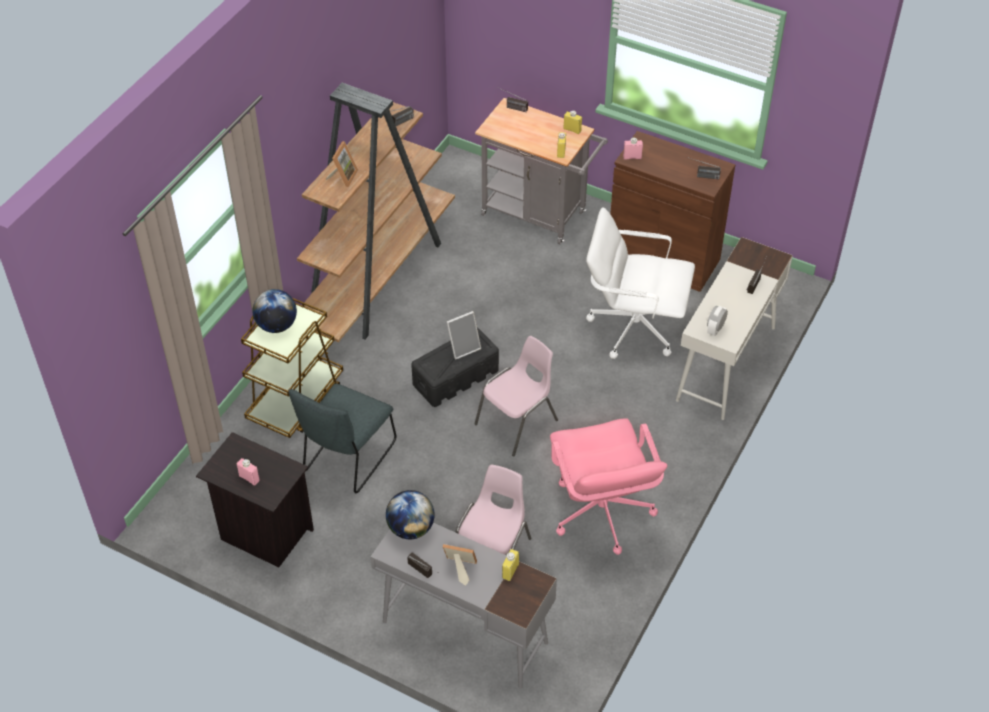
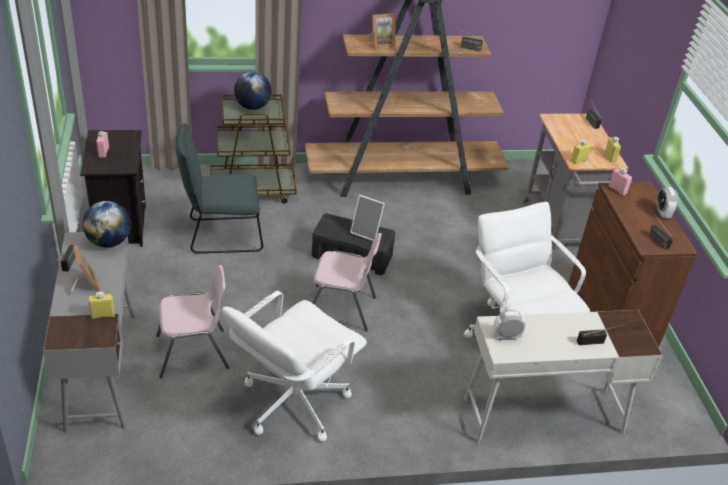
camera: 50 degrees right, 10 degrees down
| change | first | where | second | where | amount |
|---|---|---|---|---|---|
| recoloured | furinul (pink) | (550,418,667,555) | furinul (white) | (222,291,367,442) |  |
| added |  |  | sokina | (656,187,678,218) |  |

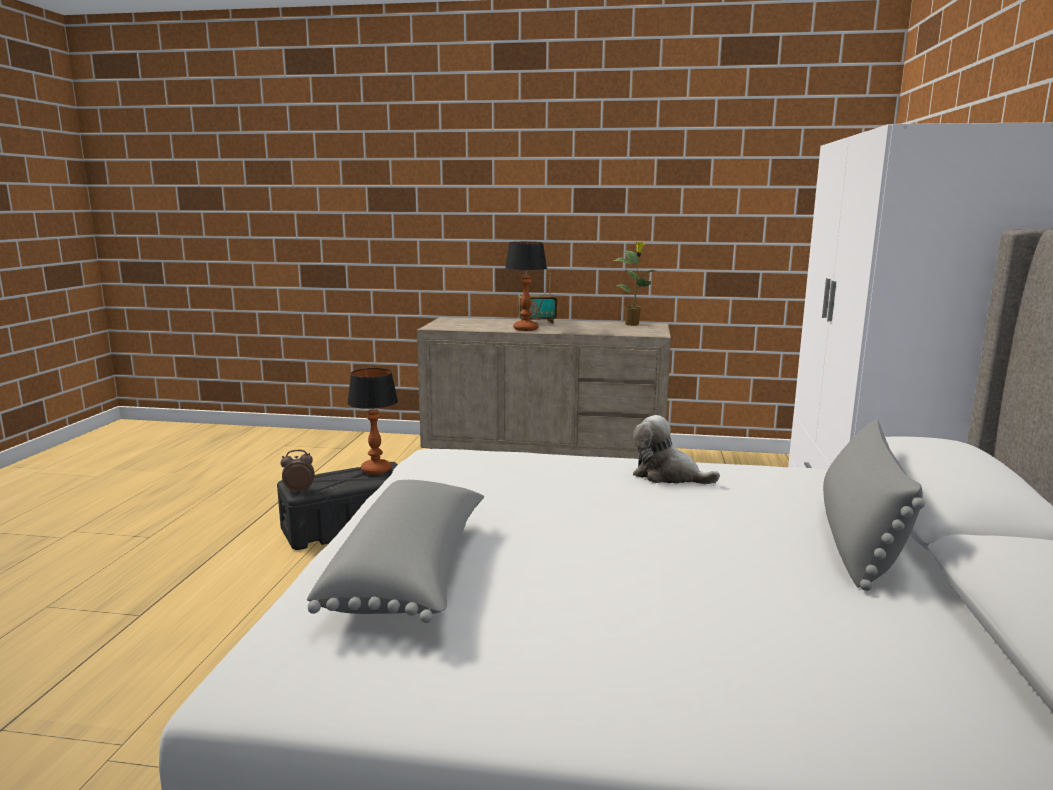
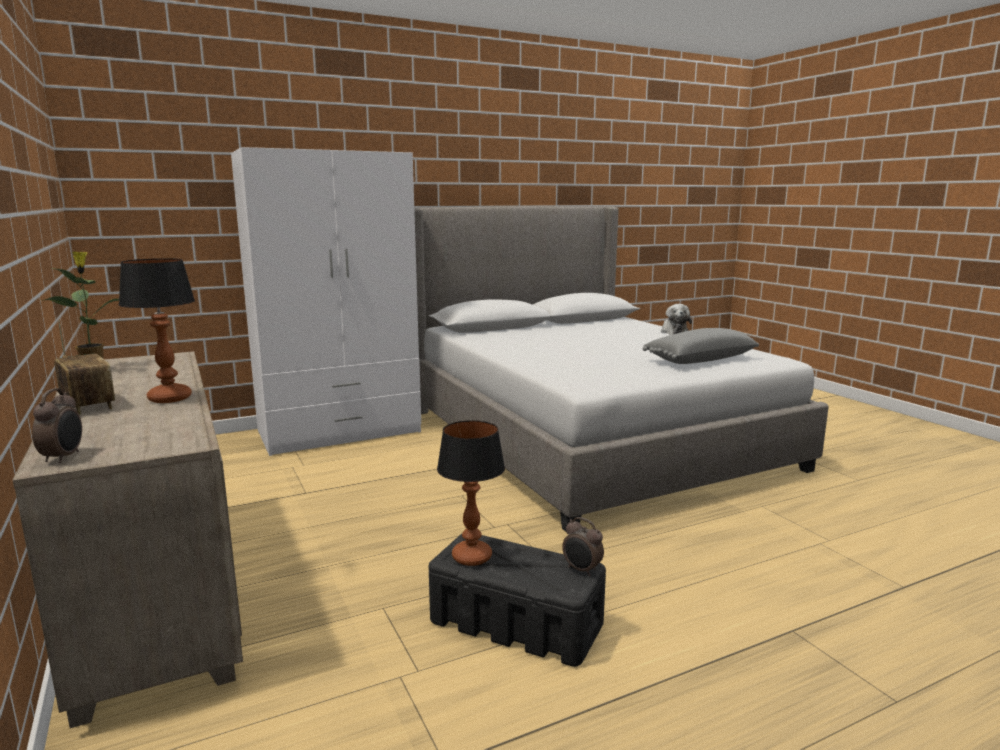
camera: 125 degrees left, 0 degrees up
| change | first | where | second | where | amount |
|---|---|---|---|---|---|
| moved | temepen | (633,415,720,484) |  | (661,304,692,335) |  |
| removed | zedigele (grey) | (823,419,925,591) |  |  |  |
| added |  |  | sokina | (32,388,82,463) |  |

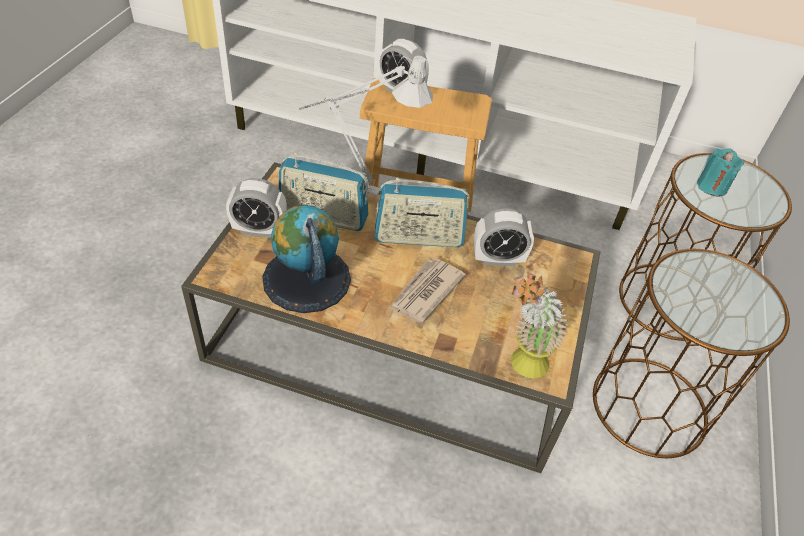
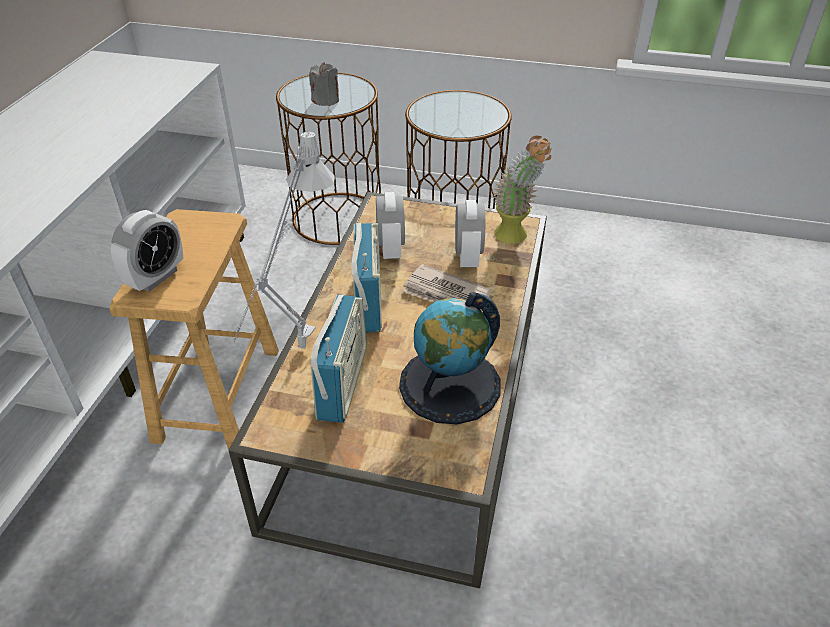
camera: 90 degrees left, 5 degrees down
| change | first | where | second | where | amount |
|---|---|---|---|---|---|
| recoloured | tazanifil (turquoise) | (697,148,744,197) | tazanifil (grey) | (309,62,339,106) |  |
| moved | sokina | (226,178,287,238) |  | (455,200,485,268) |  |

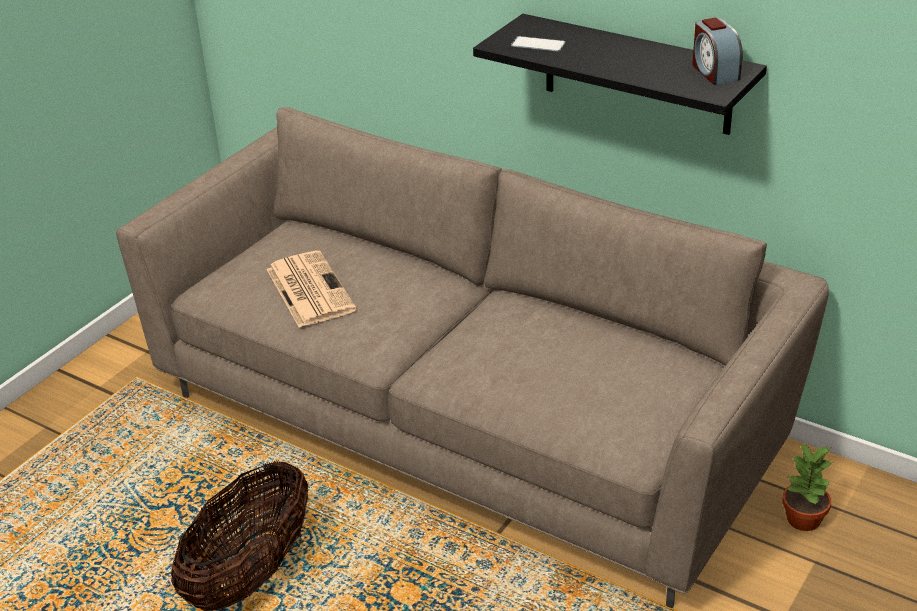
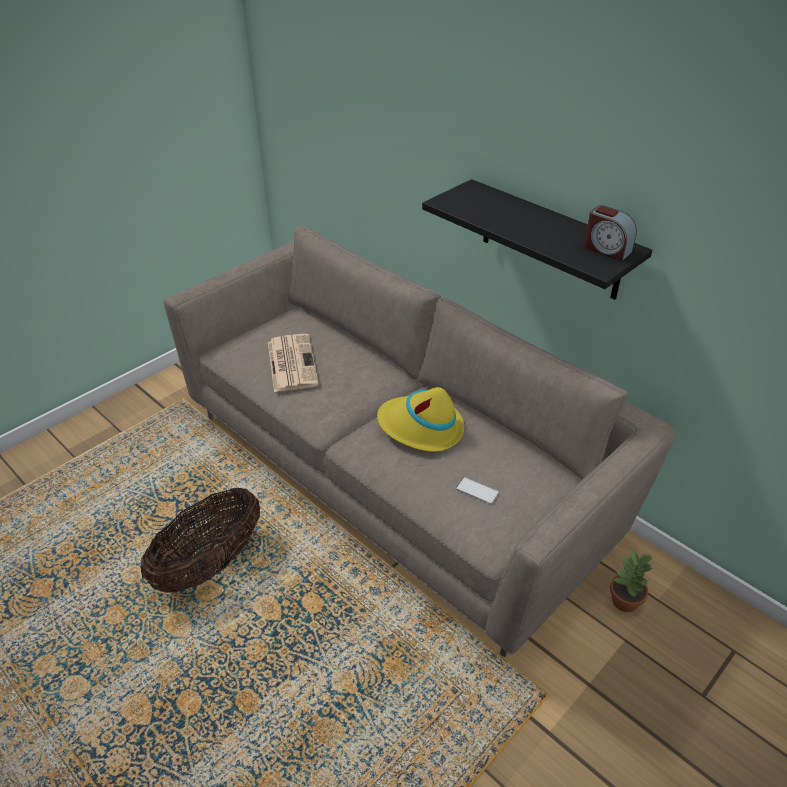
camera: 10 degrees right, 5 degrees up
| change | first | where | second | where | amount |
|---|---|---|---|---|---|
| turned | sokina | (692,18,743,85) |  | (584,205,637,261) | 45 degrees counterclockwise |
| moved | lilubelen | (511,36,565,51) |  | (456,477,499,504) |  |
| added |  |  | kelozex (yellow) | (377,387,464,452) |  |

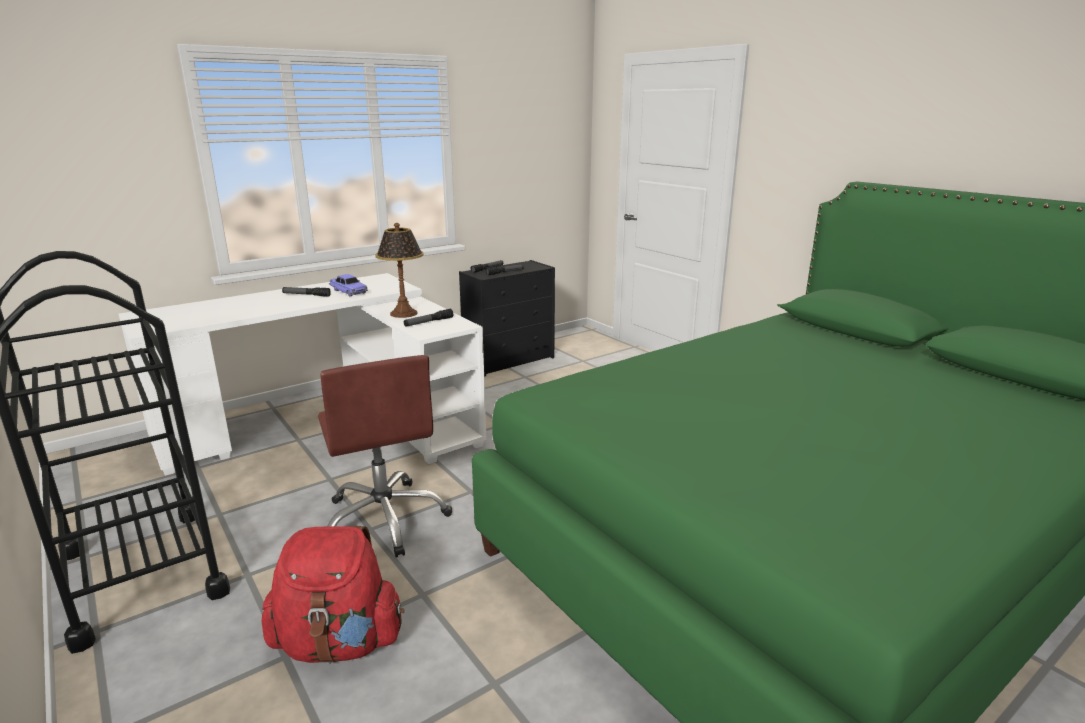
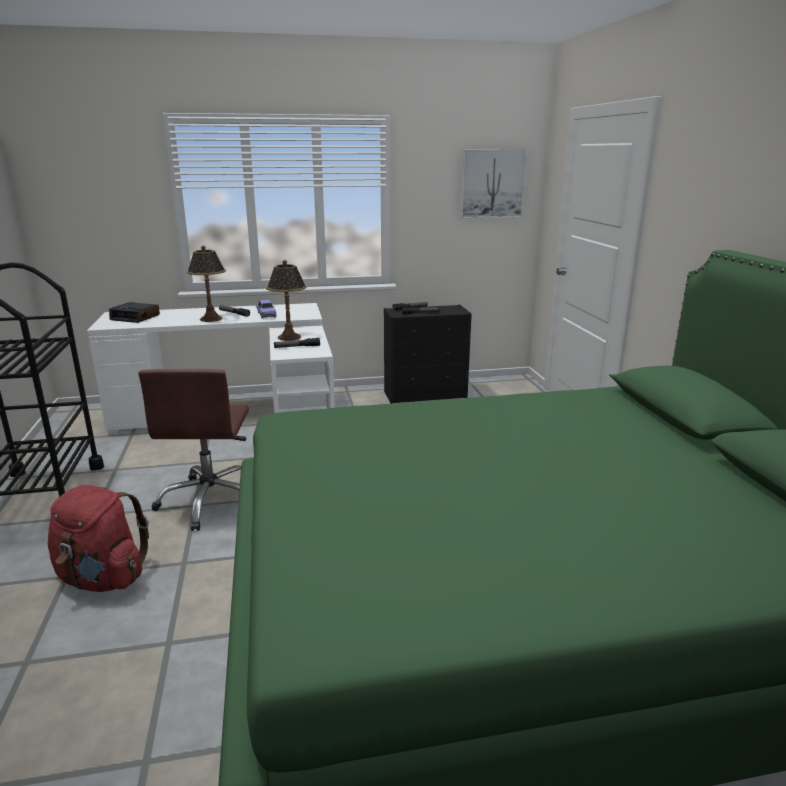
camera: 25 degrees right, 0 degrees up
| change | first | where | second | where | amount |
|---|---|---|---|---|---|
| added |  |  | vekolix | (460,149,528,219) |  |
| added |  |  | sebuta | (187,246,226,322) |  |
| added |  |  | sokina | (109,302,160,323) |  |

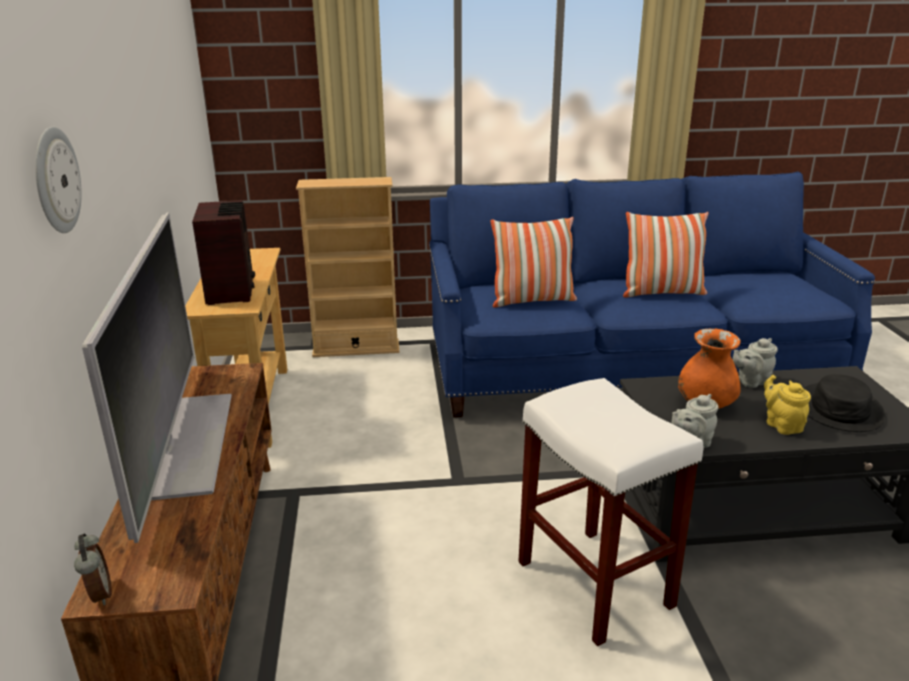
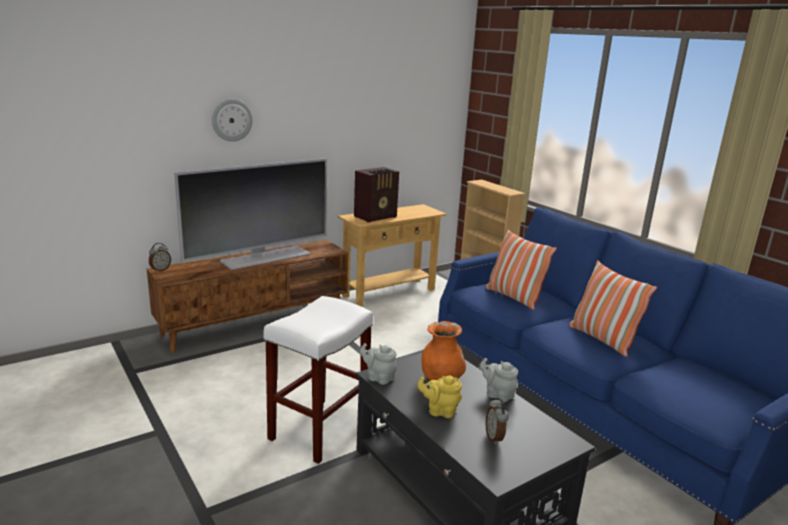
camera: 60 degrees right, 5 degrees down
| change | first | where | second | where | amount |
|---|---|---|---|---|---|
| replaced | kelozex (black) | (804,374,885,432) | sokina | (485,398,509,445) |  |
| turned | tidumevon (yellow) | (764,375,811,435) |  | (417,376,462,418) | 120 degrees counterclockwise |

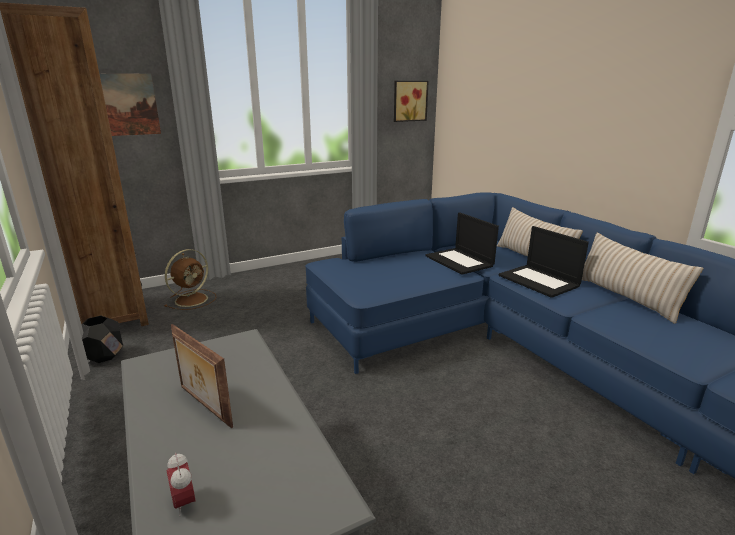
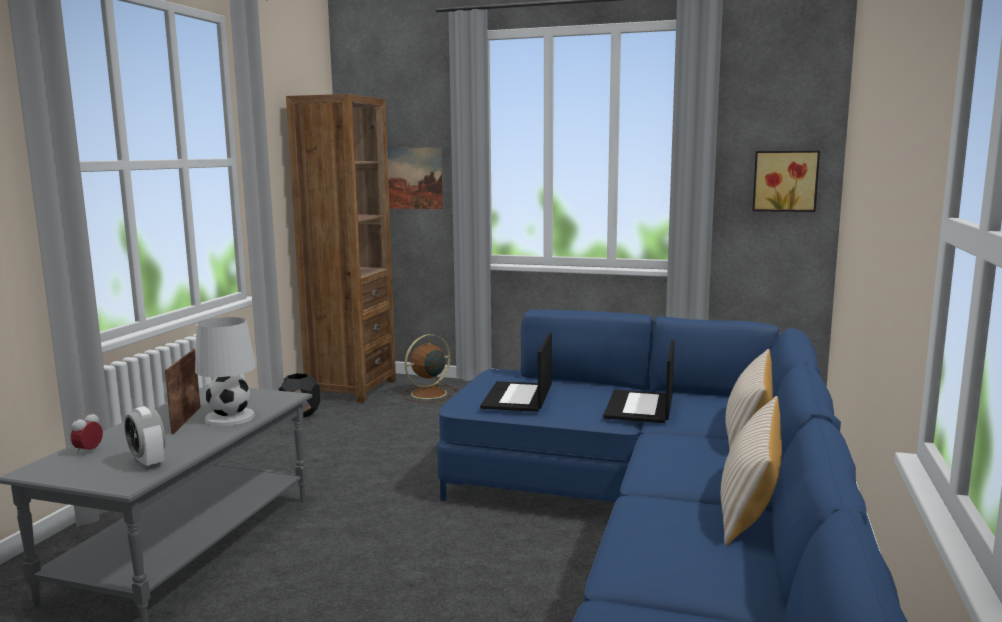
camera: 45 degrees right, 10 degrees down
| change | first | where | second | where | amount |
|---|---|---|---|---|---|
| moved | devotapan | (499,226,589,298) |  | (480,332,552,412) |  |
| turned | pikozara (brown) | (164,249,217,310) |  | (401,334,457,403) | 150 degrees clockwise |
| added |  |  | sebuta (white) | (195,317,256,426) |  |
| added |  |  | sokina | (124,406,166,470) |  |

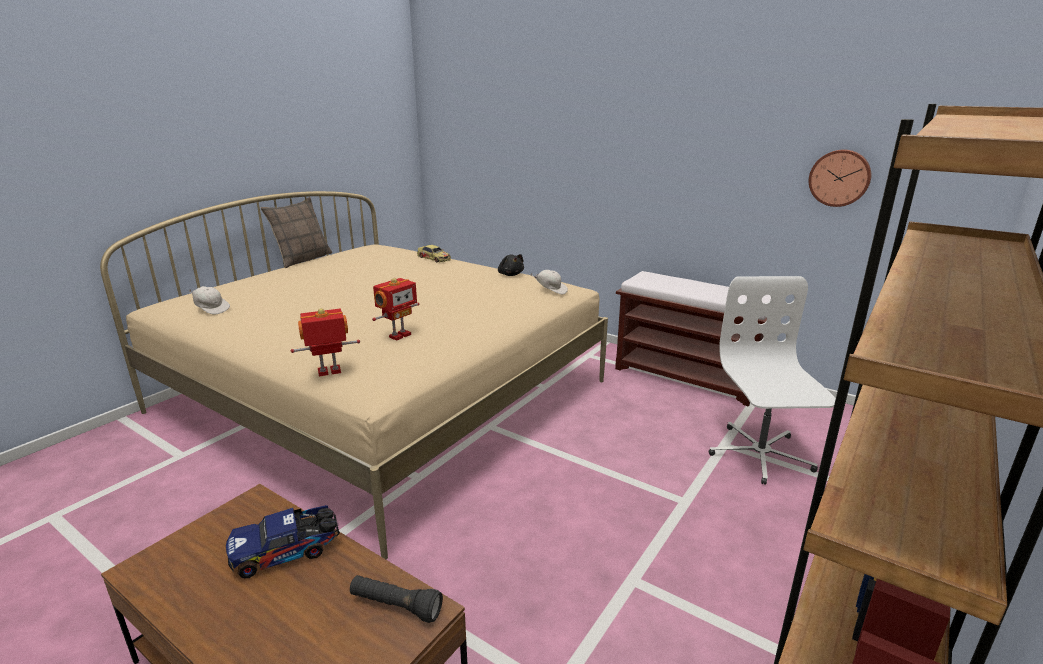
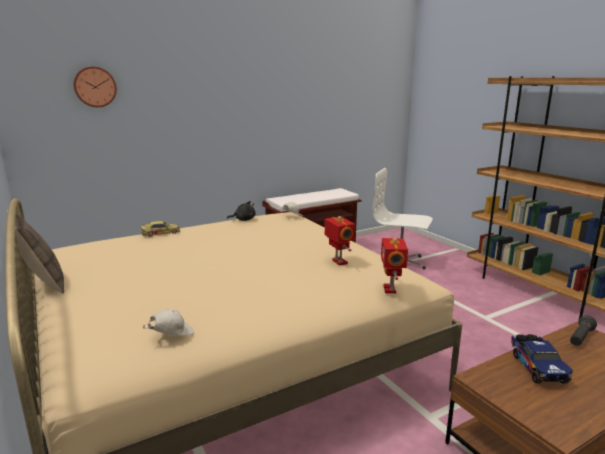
camera: 65 degrees left, 5 degrees down
| change | first | where | second | where | amount |
|---|---|---|---|---|---|
| moved | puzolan | (809,150,871,207) |  | (73,66,117,107) |  |

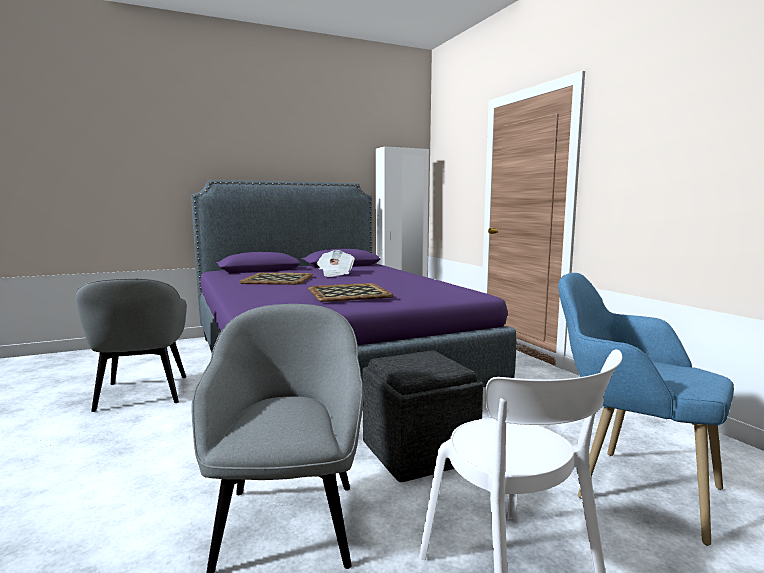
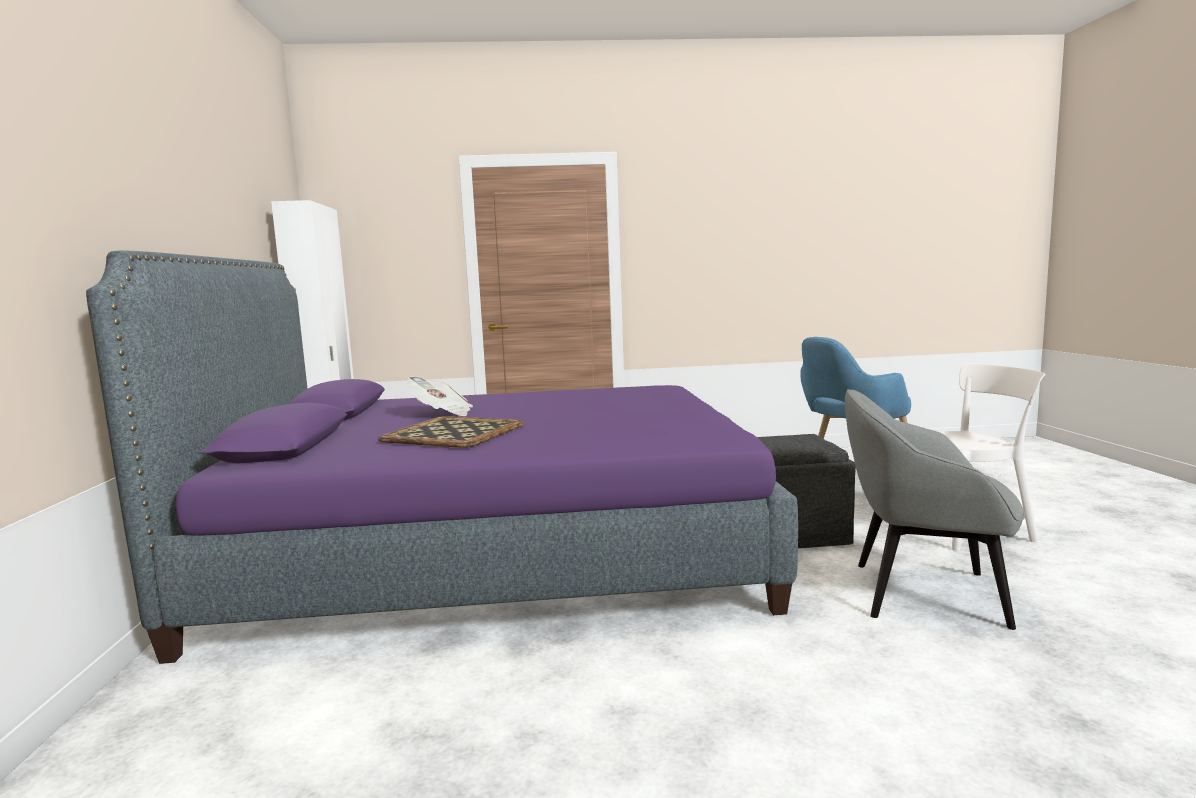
camera: 70 degrees left, 0 degrees up
| change | first | where | second | where | amount |
|---|---|---|---|---|---|
| removed | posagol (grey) | (76,278,187,412) |  |  |  |
| removed | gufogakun | (308,283,394,302) |  |  |  |

